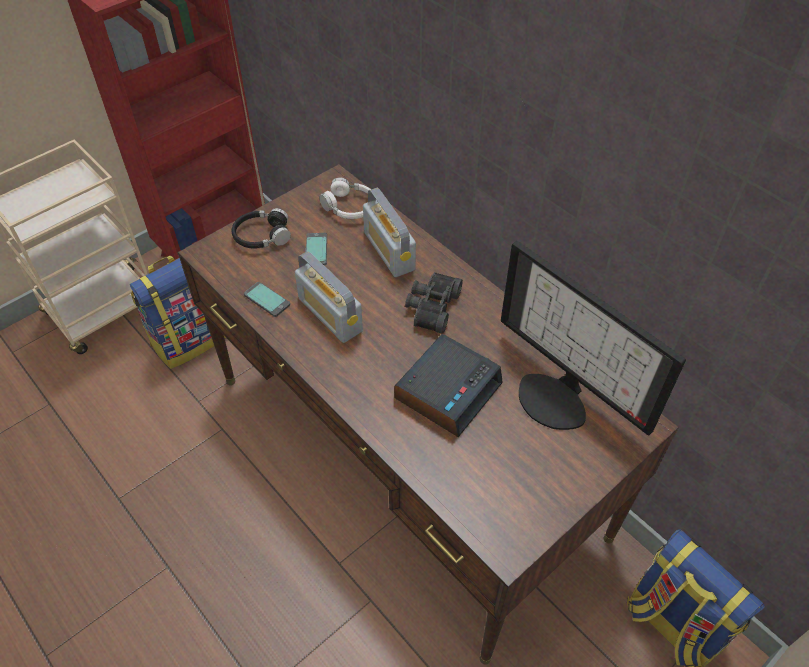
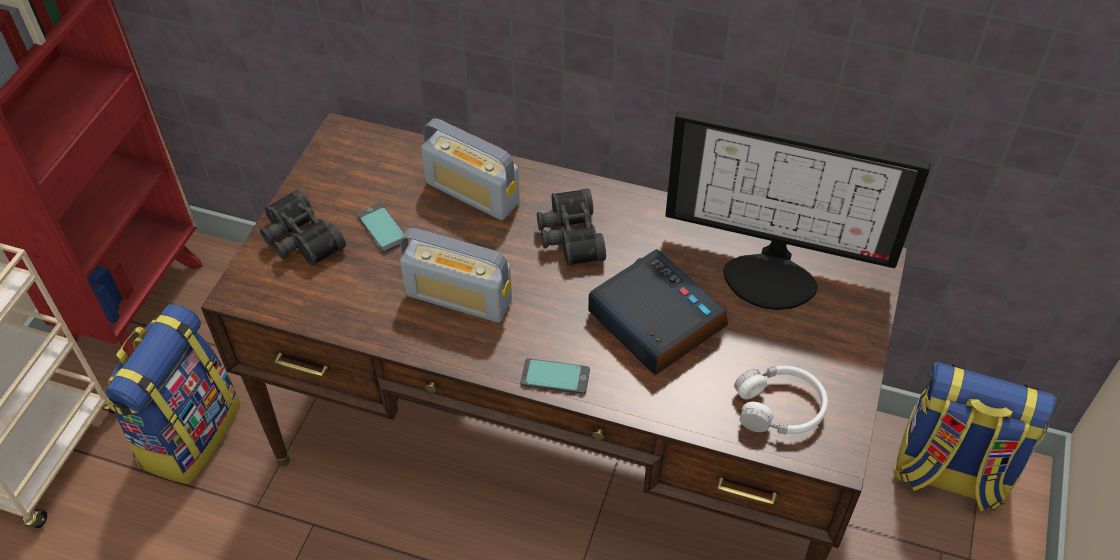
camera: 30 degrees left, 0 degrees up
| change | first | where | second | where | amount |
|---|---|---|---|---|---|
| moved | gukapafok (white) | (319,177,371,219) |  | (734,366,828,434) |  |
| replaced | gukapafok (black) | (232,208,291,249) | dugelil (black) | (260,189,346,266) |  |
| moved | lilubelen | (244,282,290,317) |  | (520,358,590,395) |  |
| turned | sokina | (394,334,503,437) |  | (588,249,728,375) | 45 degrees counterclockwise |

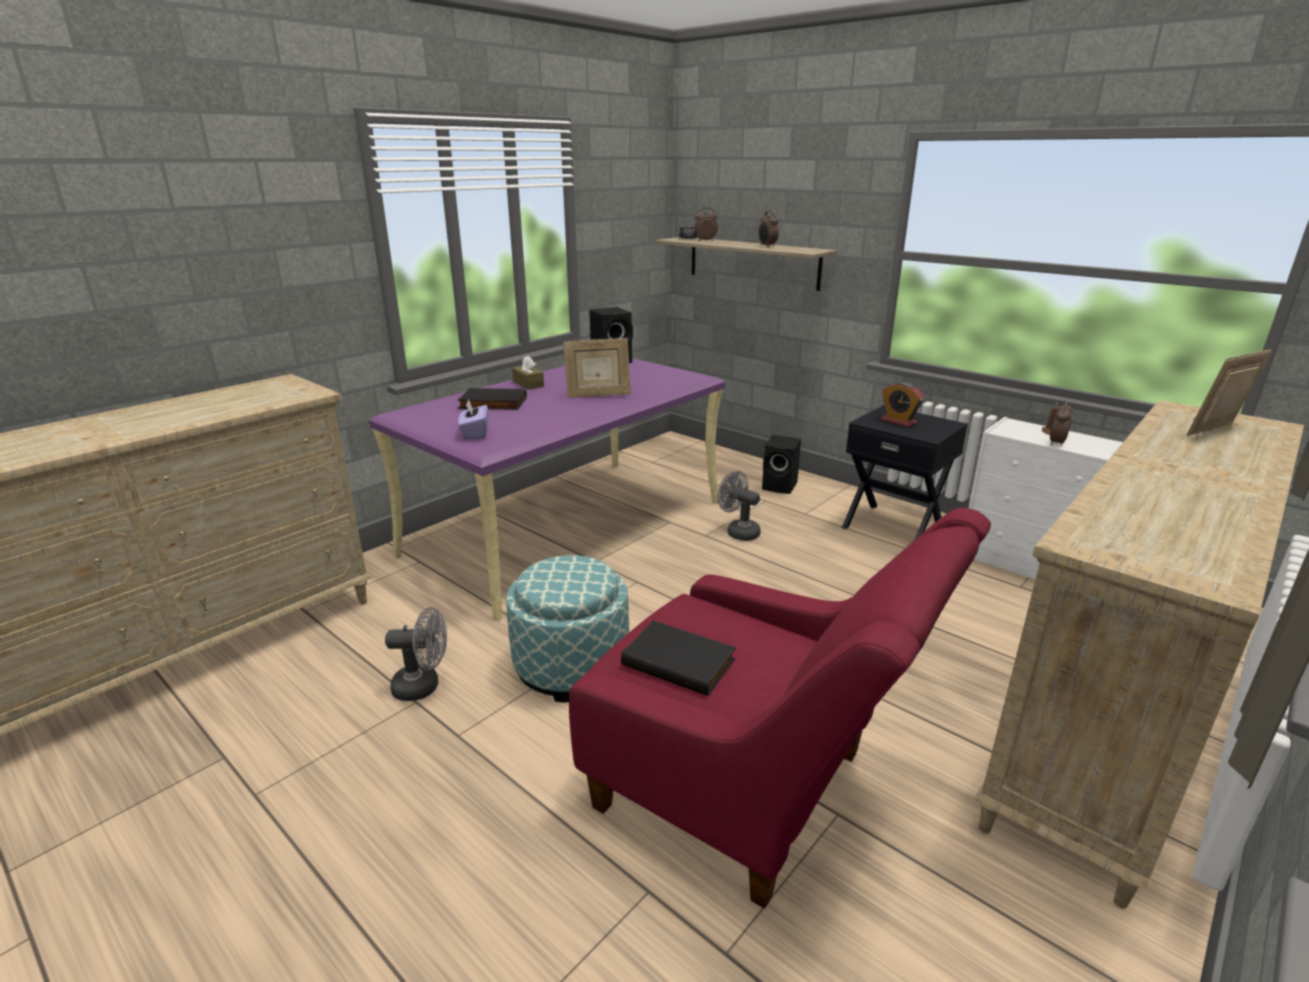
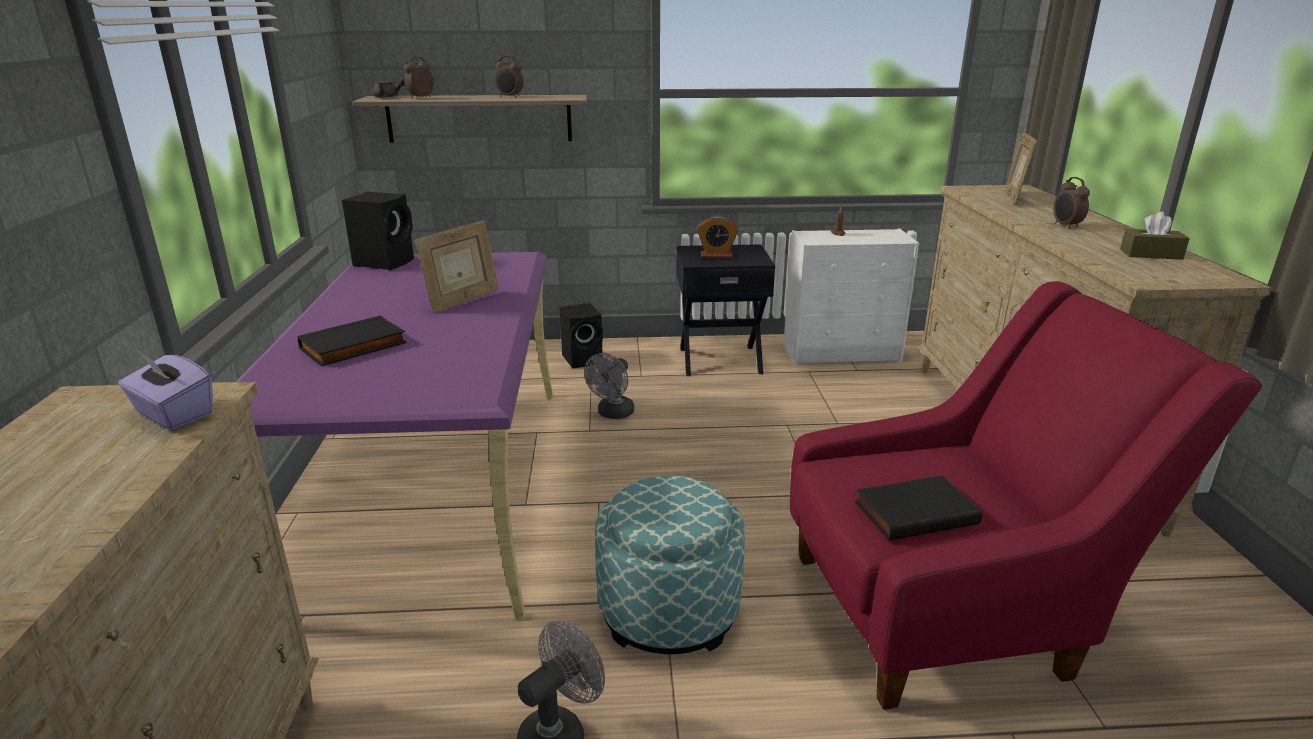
camera: 45 degrees left, 0 degrees up
| change | first | where | second | where | amount |
|---|---|---|---|---|---|
| moved | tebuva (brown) | (512,356,544,390) |  | (1120,212,1190,260) |  |
| moved | tebuva (purple) | (458,399,488,440) |  | (118,353,213,430) |  |
| moved | sokina | (1050,401,1073,446) |  | (1053,177,1090,229) |  |
| turned | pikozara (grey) | (717,471,761,541) |  | (584,353,634,419) | 60 degrees counterclockwise |

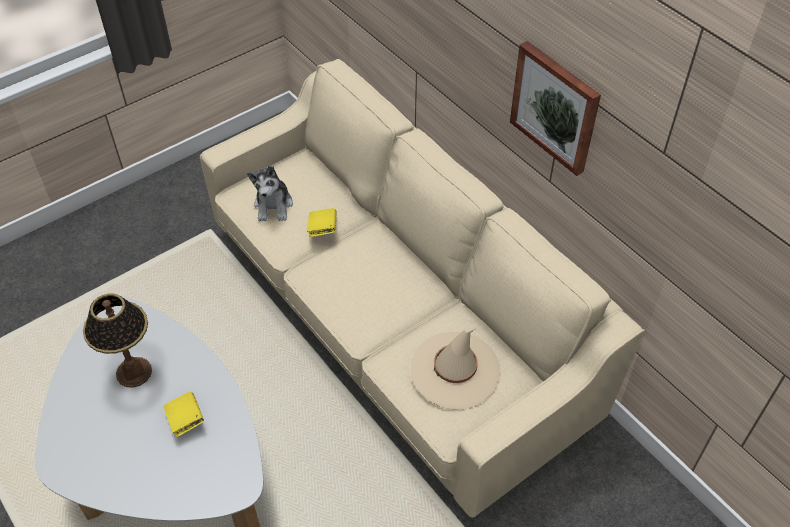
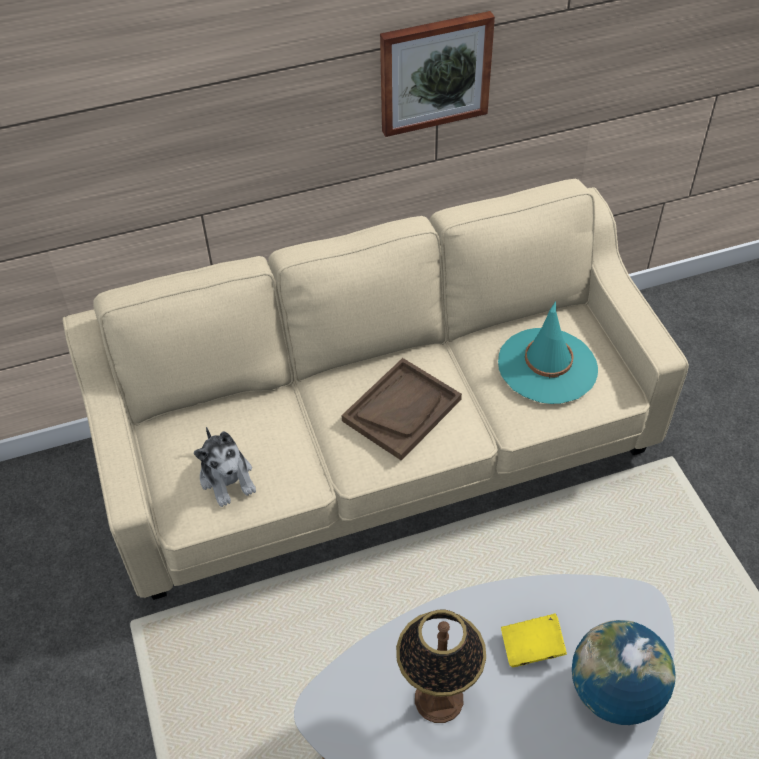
camera: 70 degrees left, 0 degrees up
| change | first | where | second | where | amount |
|---|---|---|---|---|---|
| turned | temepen | (247,166,293,221) |  | (194,427,256,507) | 45 degrees clockwise |
| removed | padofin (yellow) | (307,208,337,237) |  |  |  |
| recoloured | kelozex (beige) | (410,328,501,410) | kelozex (turquoise) | (498,301,598,404) |  |
| added |  |  | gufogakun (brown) | (341,358,462,461) |  |
| added |  |  | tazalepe | (572,620,676,725) |  |

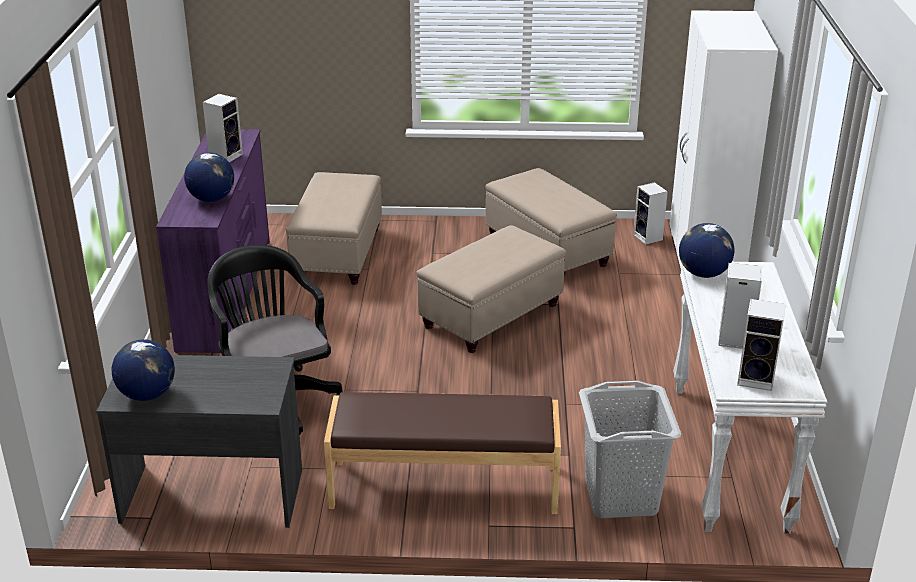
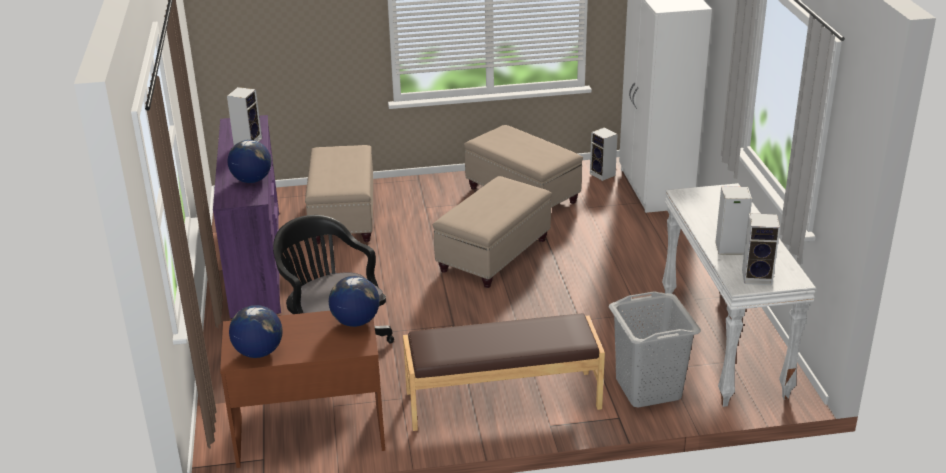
camera: 10 degrees left, 0 degrees up
| change | first | where | second | where | amount |
|---|---|---|---|---|---|
| moved | tazalepe | (679,223,735,278) |  | (329,276,379,327) |  |
| recoloured | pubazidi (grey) | (97,355,302,528) | pubazidi (brown) | (220,311,385,468) |  |

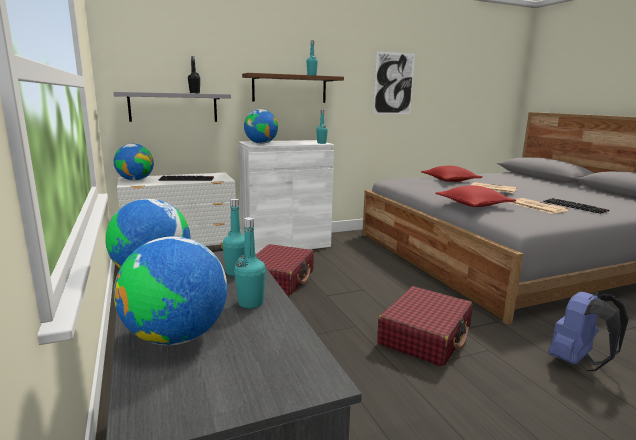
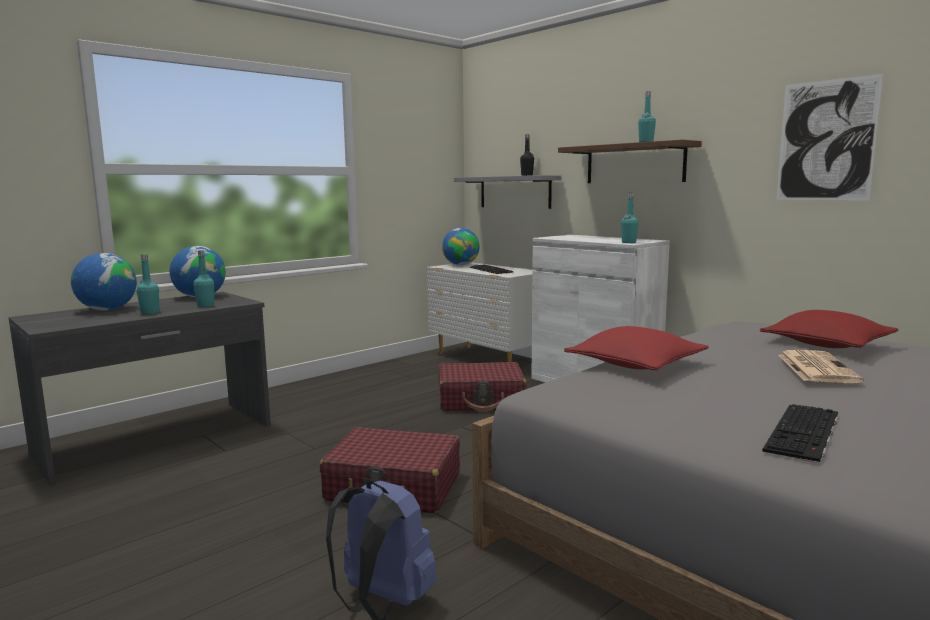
camera: 70 degrees right, 5 degrees down
| change | first | where | second | where | amount |
|---|---|---|---|---|---|
| removed | tazalepe | (244,109,278,144) |  |  |  |
| removed | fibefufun | (511,198,569,214) |  |  |  |

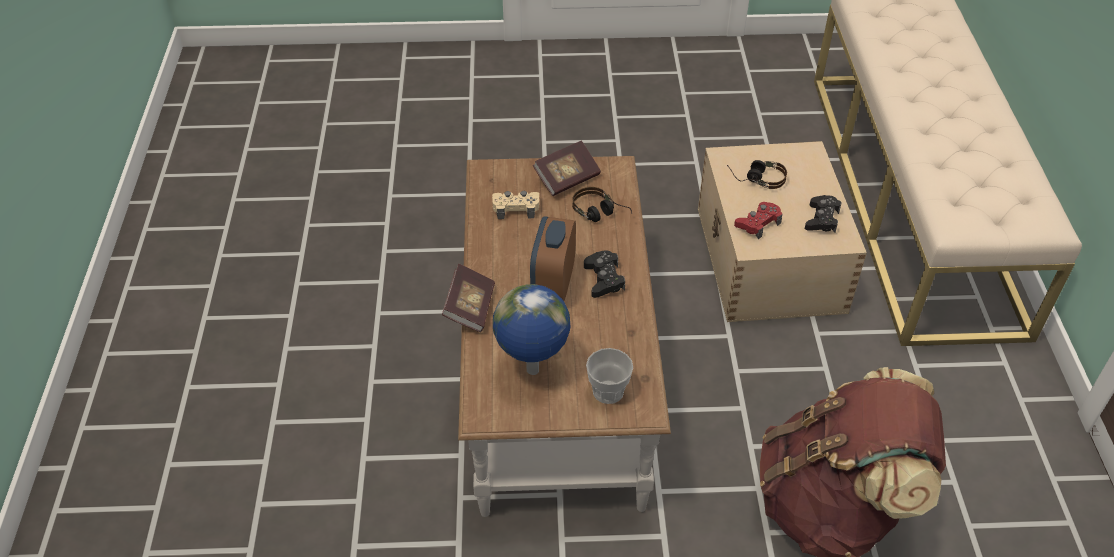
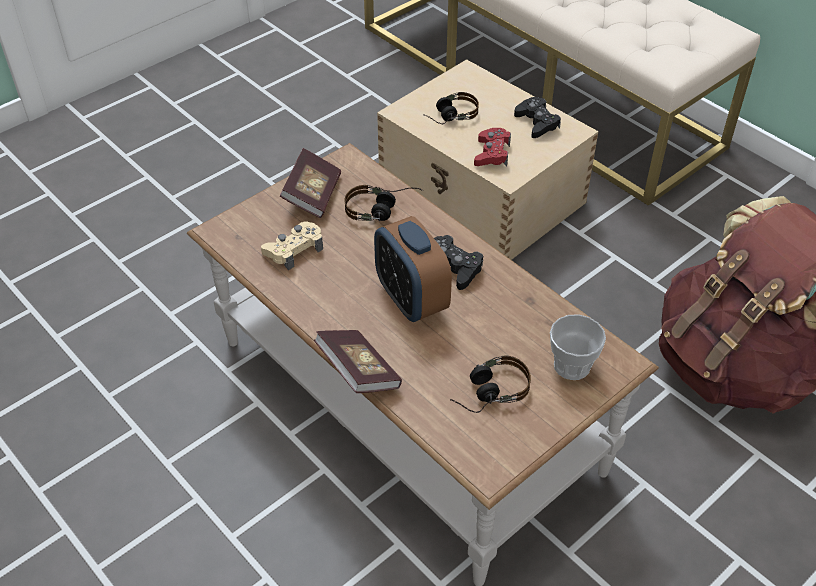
camera: 40 degrees left, 0 degrees up
| change | first | where | second | where | amount |
|---|---|---|---|---|---|
| replaced | tazalepe | (493,284,570,375) | gukapafok | (450,356,531,413) |  |

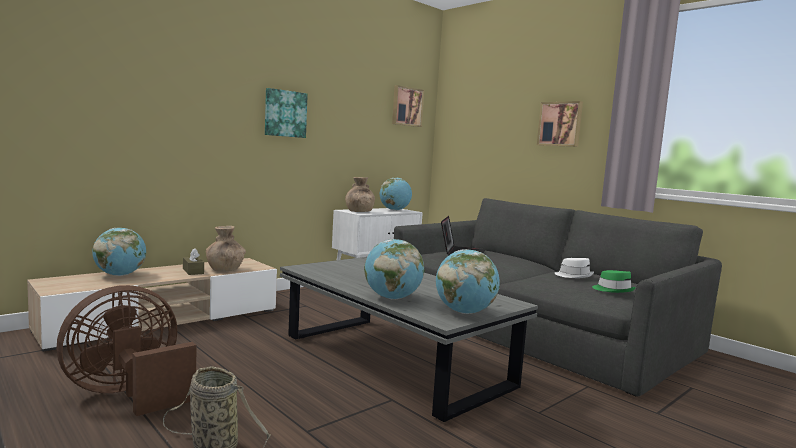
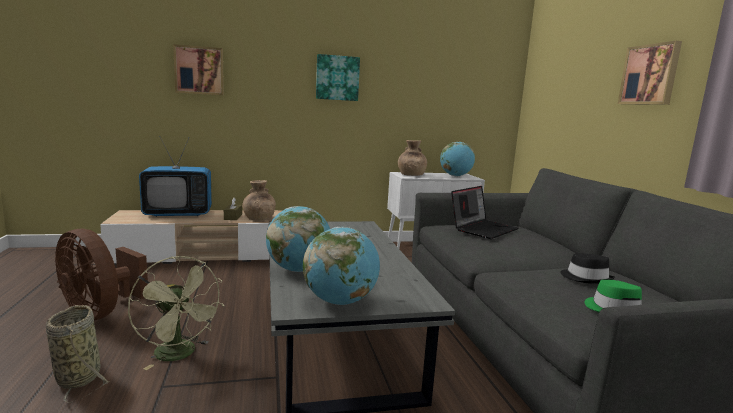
camera: 30 degrees right, 5 degrees up
| change | first | where | second | where | amount |
|---|---|---|---|---|---|
| moved | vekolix | (392,85,424,127) |  | (173,44,224,95) |  |
| replaced | tazalepe | (92,228,146,276) | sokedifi | (139,136,212,217) |  |
| recoloured | kelozex (white) | (554,258,594,278) | kelozex (black) | (561,253,615,284) |  |
| turned | pikozara (brown) | (56,285,196,416) |  | (55,229,148,320) | 135 degrees counterclockwise |
| added |  |  | pikozara (green) | (128,256,224,370) |  |

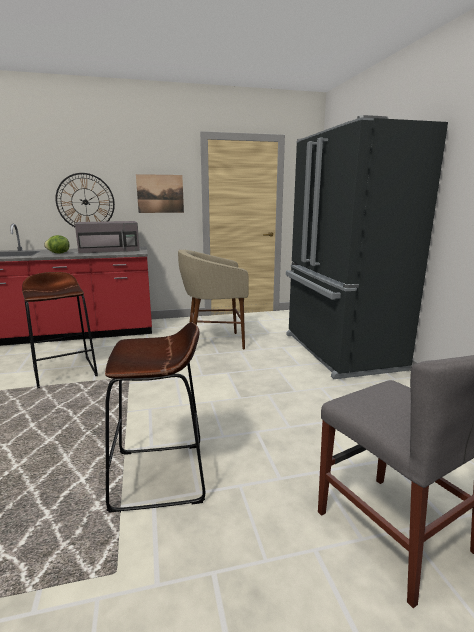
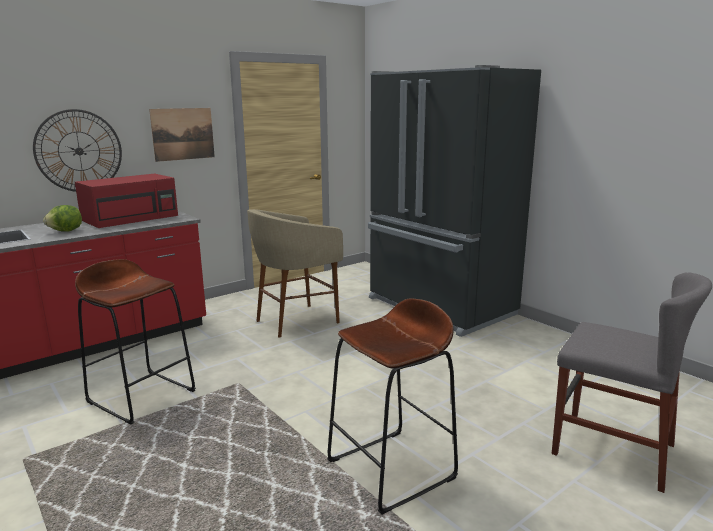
camera: 25 degrees left, 0 degrees up
| change | first | where | second | where | amount |
|---|---|---|---|---|---|
| recoloured | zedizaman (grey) | (75,221,140,254) | zedizaman (red) | (75,174,178,228) |  |

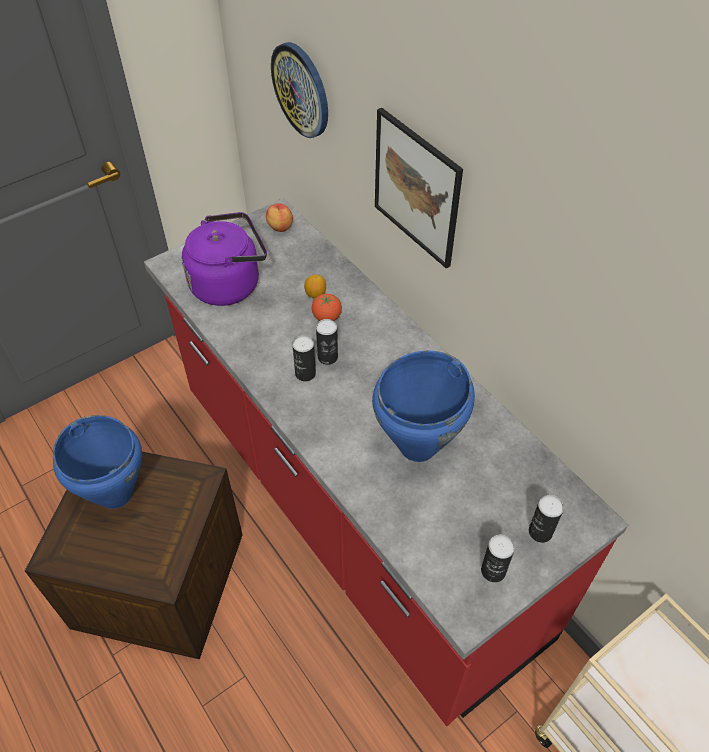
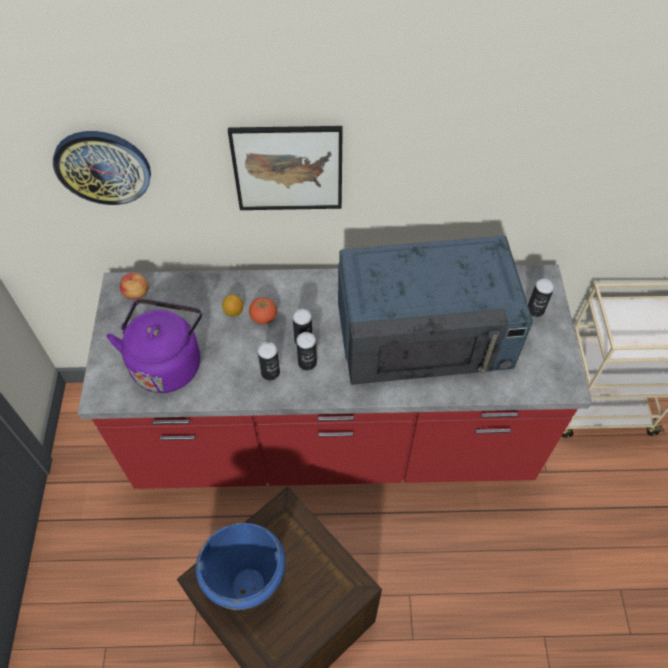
camera: 55 degrees left, 5 degrees up
| change | first | where | second | where | amount |
|---|---|---|---|---|---|
| replaced | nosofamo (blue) | (372,350,475,462) | zedizaman (blue) | (338,236,533,385) |  |
| moved | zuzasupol | (481,535,515,583) |  | (258,342,280,381) |  |

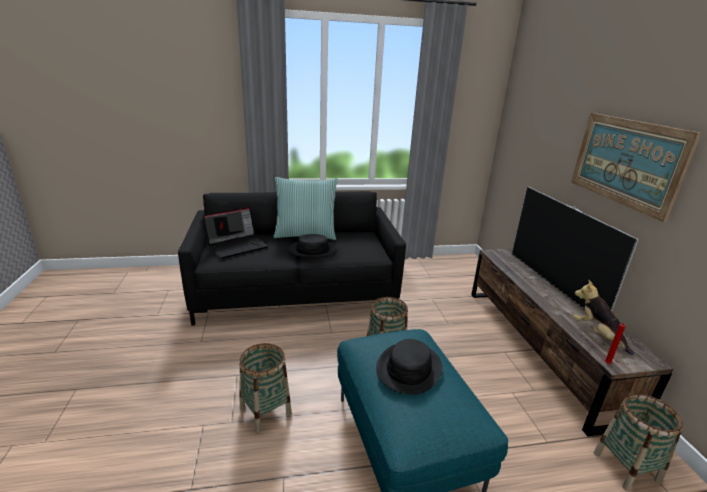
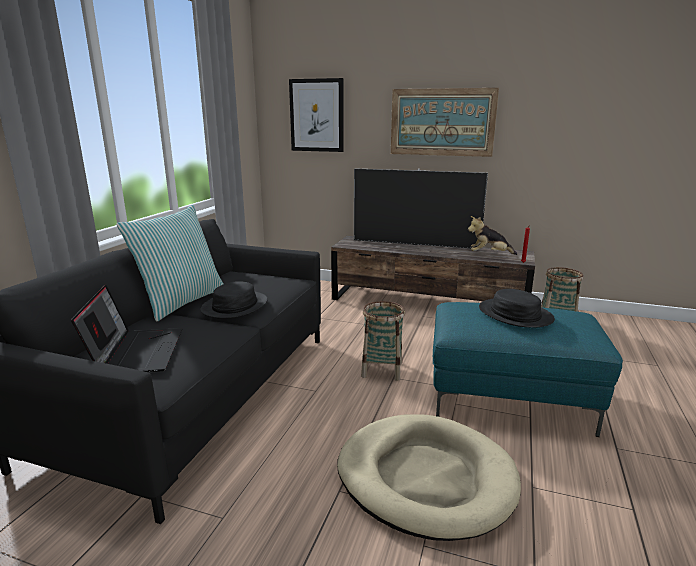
camera: 60 degrees left, 5 degrees down
| change | first | where | second | where | amount |
|---|---|---|---|---|---|
| replaced | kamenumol | (239,343,292,433) | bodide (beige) | (337,414,521,541) |  |
| added |  |  | vekolix | (289,78,344,152) |  |

